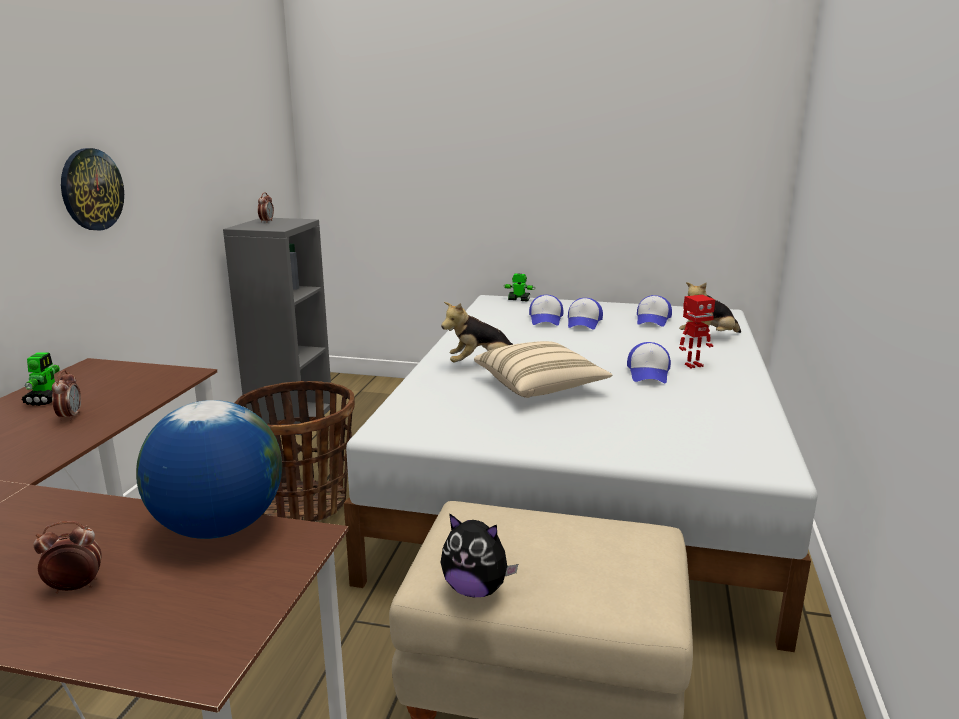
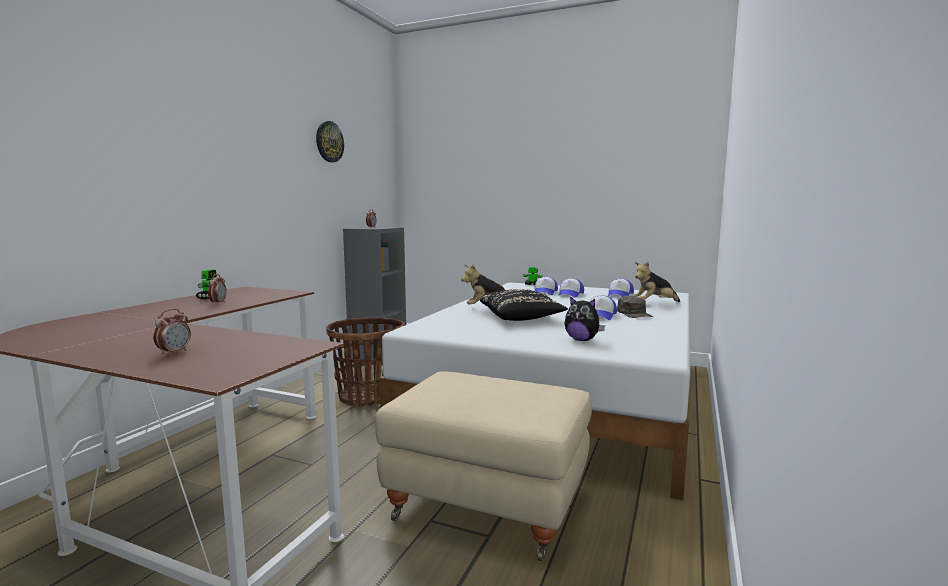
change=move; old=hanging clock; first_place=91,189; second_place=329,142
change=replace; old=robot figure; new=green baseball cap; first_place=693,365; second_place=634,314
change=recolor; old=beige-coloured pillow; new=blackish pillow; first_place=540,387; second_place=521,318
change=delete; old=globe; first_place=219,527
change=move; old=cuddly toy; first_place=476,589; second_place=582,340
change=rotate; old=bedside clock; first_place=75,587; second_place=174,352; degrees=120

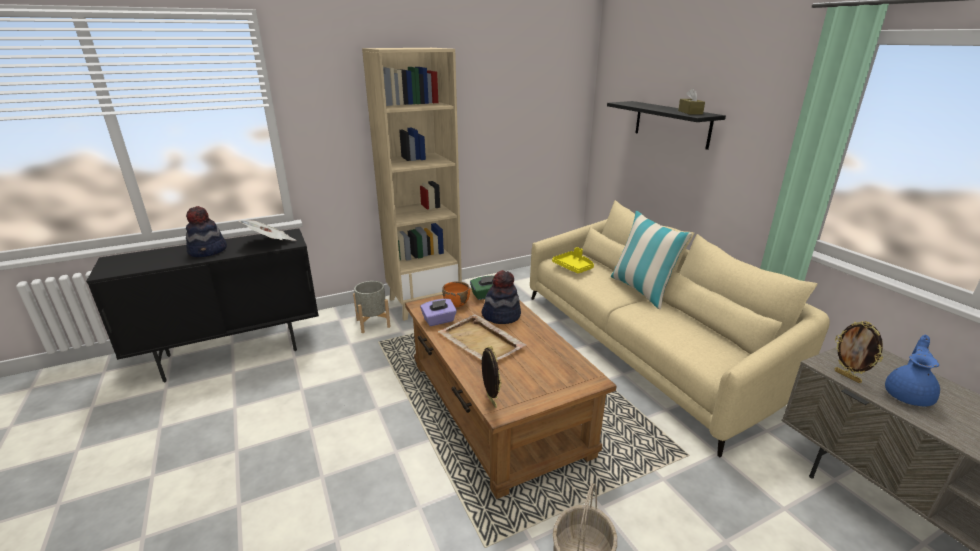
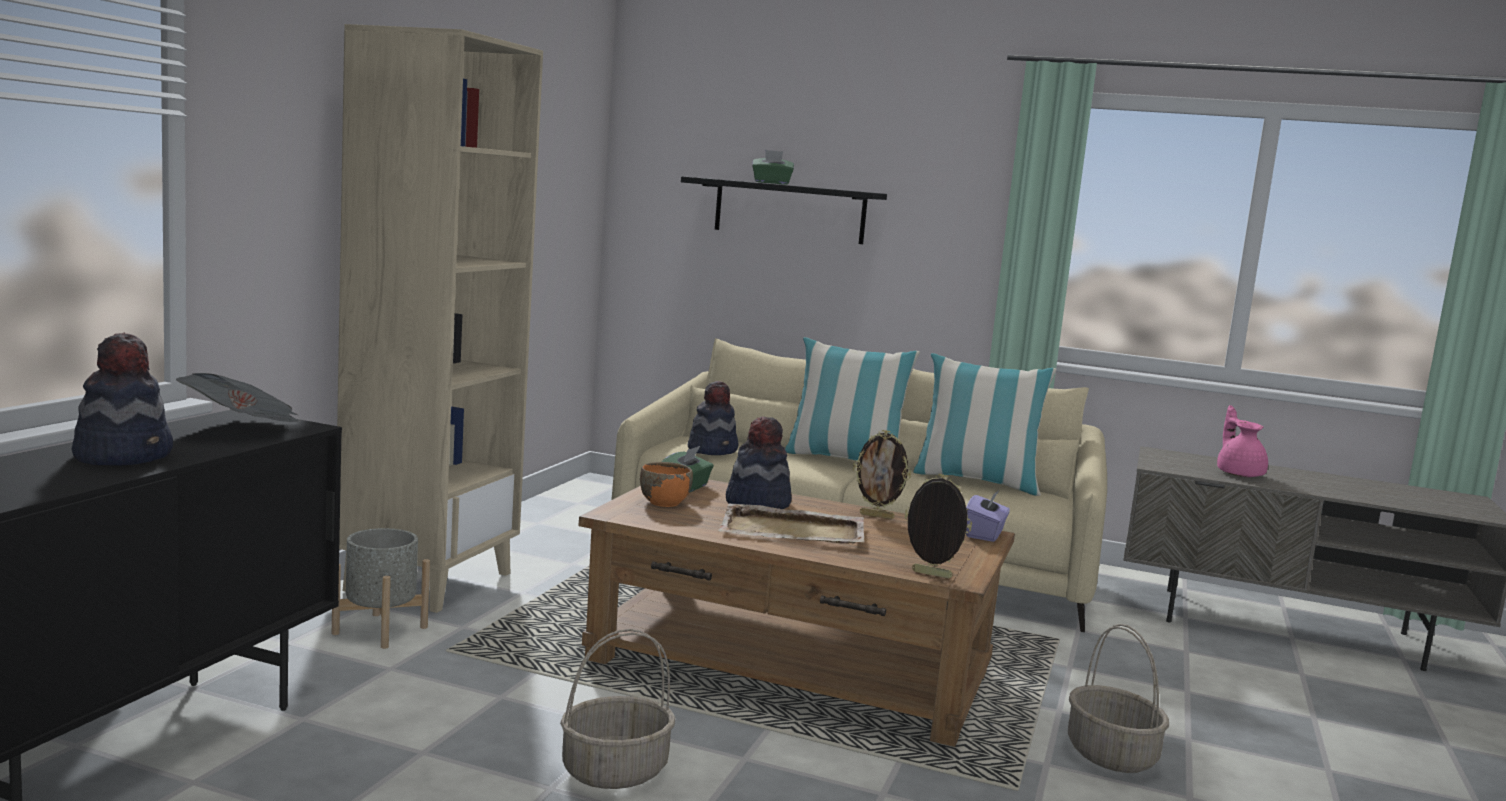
change=delete; old=brown-coloured tissue holder; first_place=690,112
change=replace; old=yellow-coloured serving tray; new=hat; first_place=573,267; second_place=713,450
change=move; old=purplish tissue holder; first_place=439,320; second_place=985,534
change=move; old=picture frame; first_place=847,376; second_place=877,516
change=recolor; old=blue teapot; new=pink-coloured teapot; first_place=908,395; second_place=1239,474
change=insert; new=green tissue holder; second_place=771,183
change=insert; new=pillow; second_place=976,481
change=insert; new=storage basket; second_place=615,770

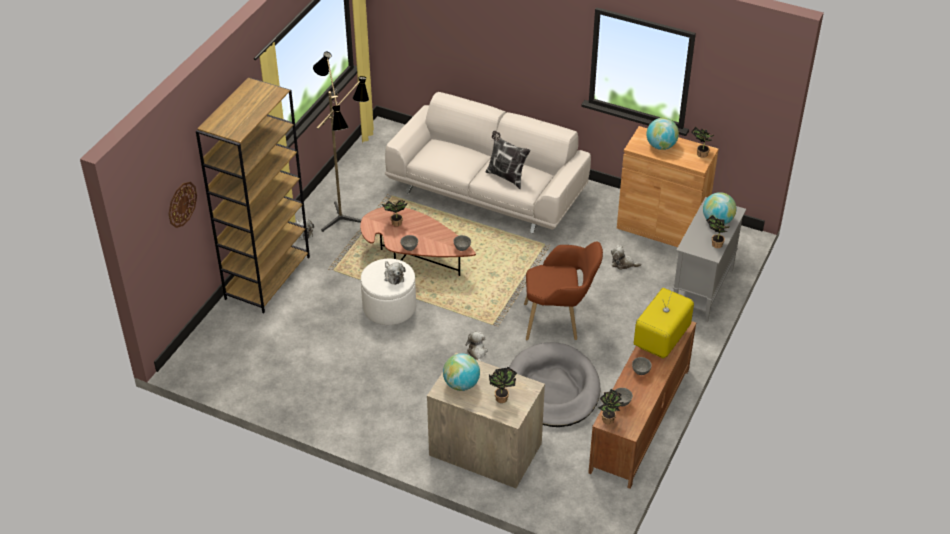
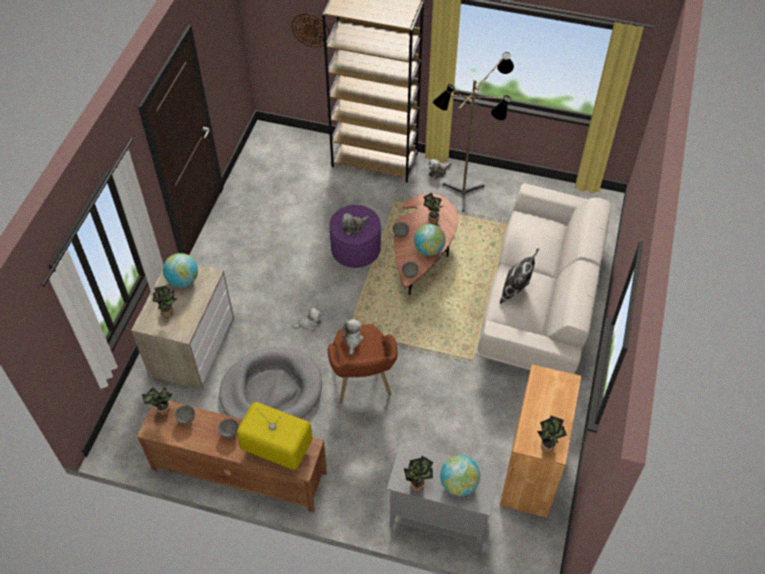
change=move; old=globe; first_place=661,146; second_place=428,249
change=move; old=cuddly toy; first_place=623,264; second_place=352,340
change=recolor; old=whitish ottoman; new=purplish ottoman; first_place=389,307; second_place=355,249

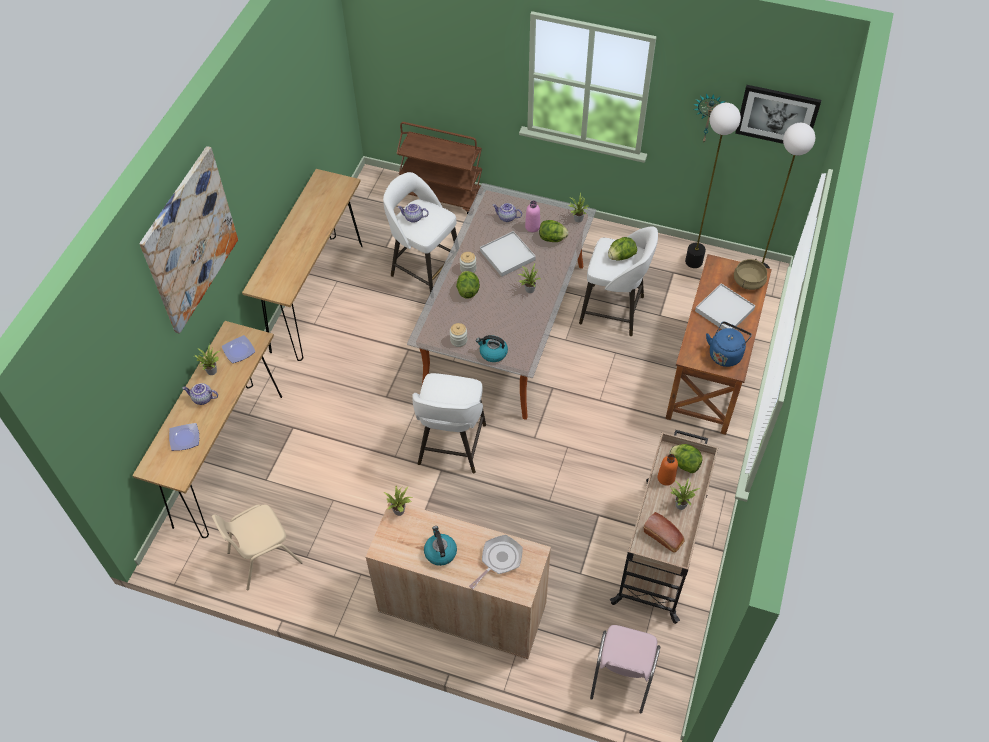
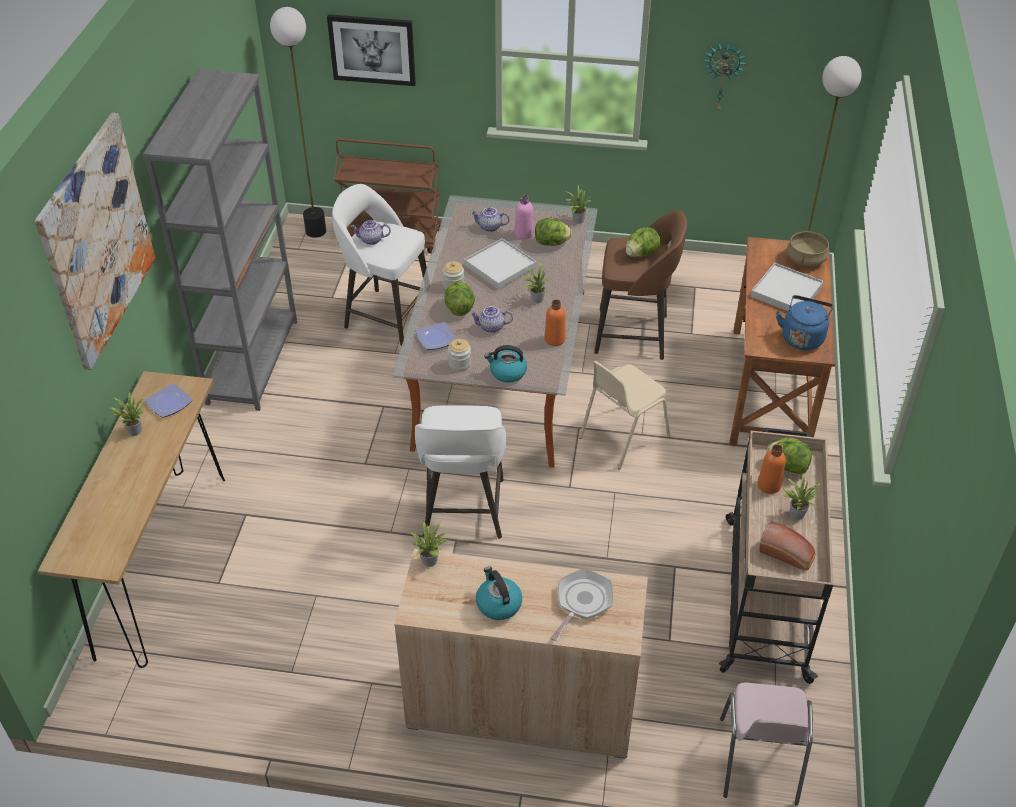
change=move; old=wall picture; first_place=777,115; second_place=372,49
change=move; old=floor lamp; first_place=694,261; second_place=316,231
change=replace; old=brown-coloured narrow table; new=gray bookshelf; first_place=317,297; second_place=252,361
change=recolor; old=whitish sitting stool; new=brown-coloured sitting stool; first_place=614,310; second_place=634,335
change=move; old=teapot; first_place=202,399; second_place=491,327
change=move; old=dinner plate; first_place=185,438; second_place=436,339
change=move; old=beige-coloured upright chair; first_place=263,557; second_place=622,437
change=insert; new=orange-coloured drink bottle; second_place=554,339

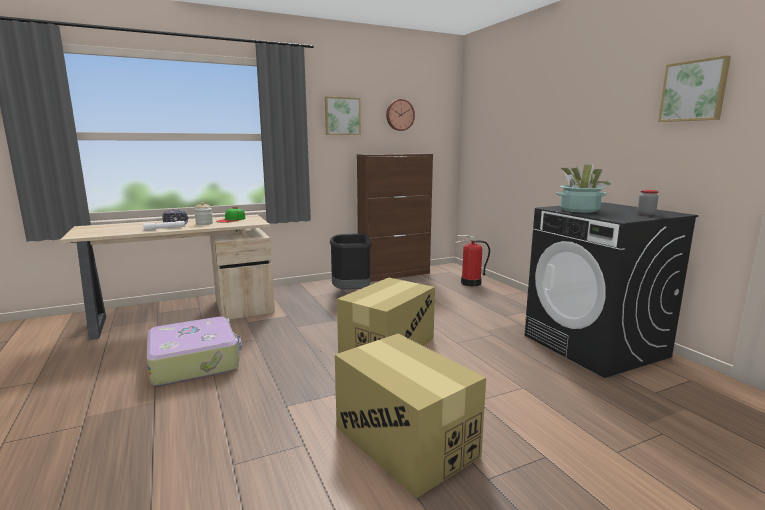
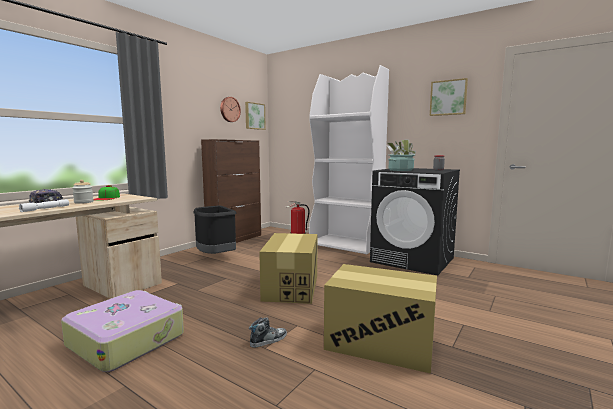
change=move; old=wall picture; first_place=342,116; second_place=254,116
change=insert; new=whitish bookshelf; second_place=346,244
change=insert; new=shoe; second_place=268,340

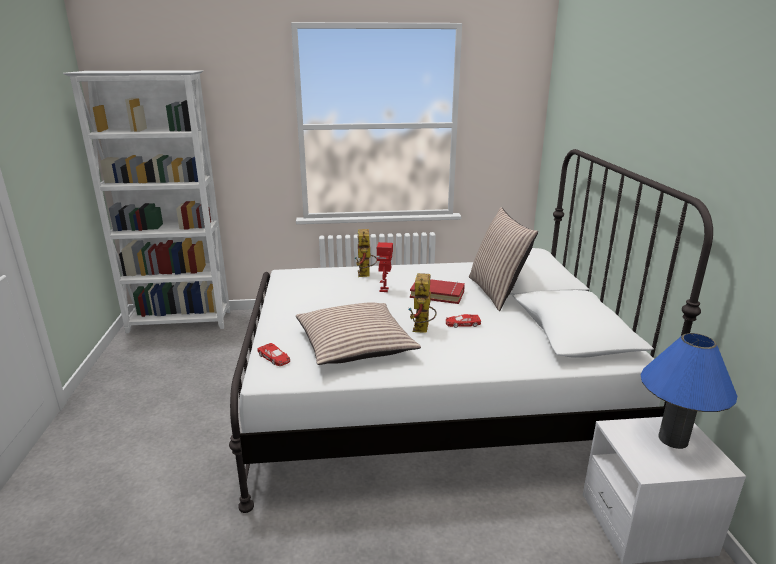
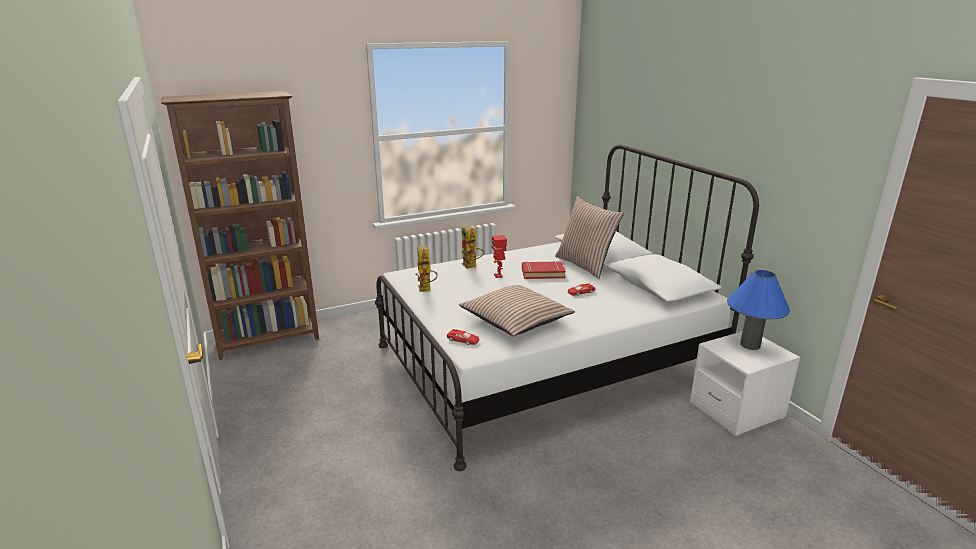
change=recolor; old=whitish bookshelf; new=brown-coloured bookshelf; first_place=180,322; second_place=269,340
change=move; old=robot figure; first_place=422,330; second_place=426,290

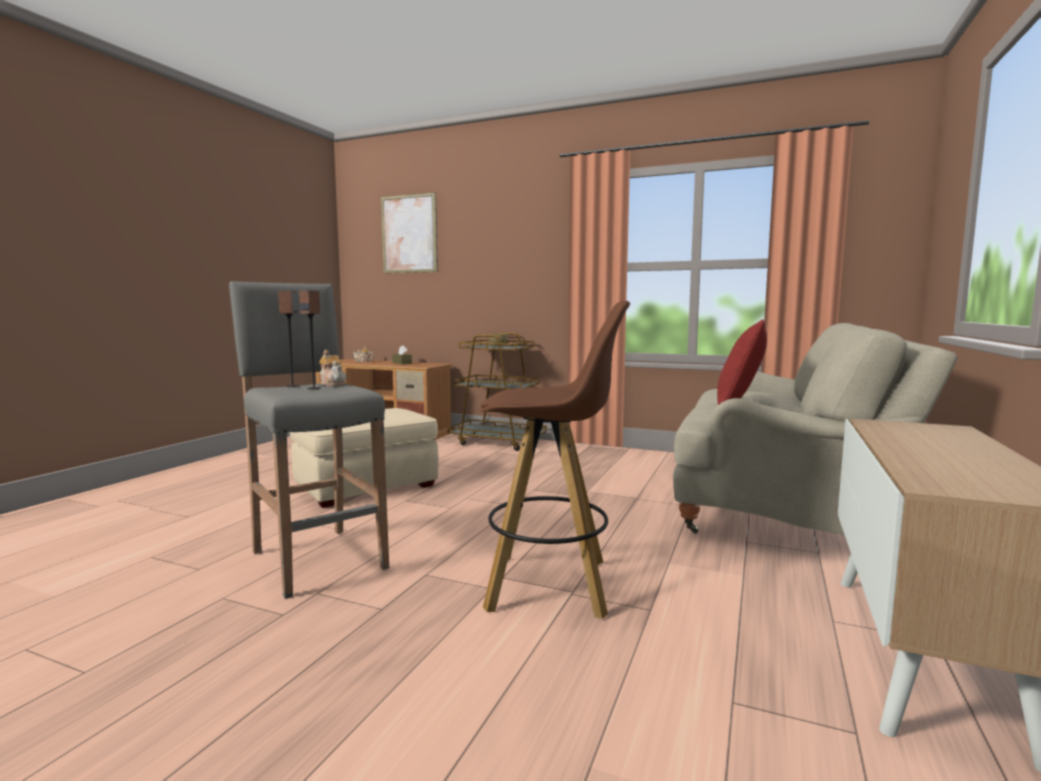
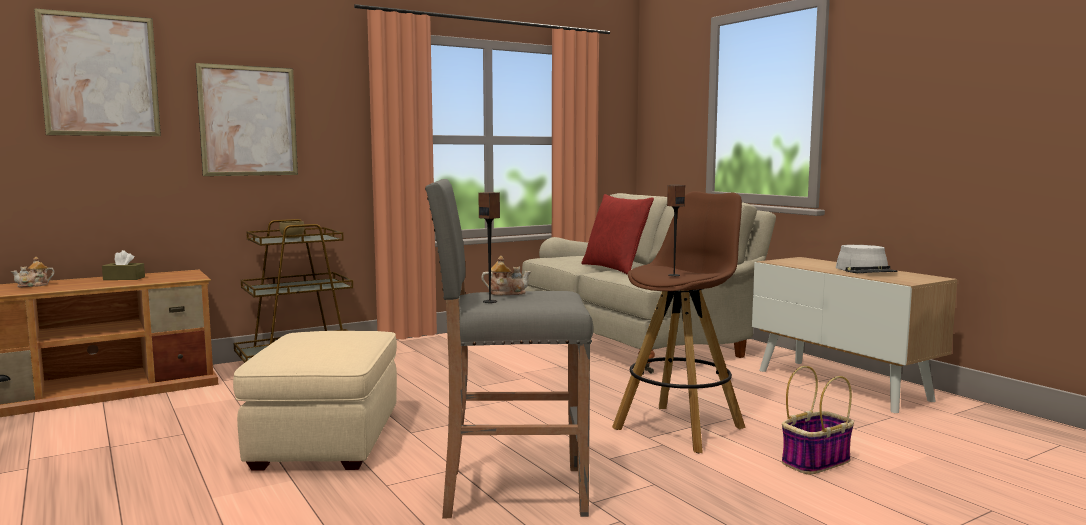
change=move; old=audio speaker; first_place=314,388; second_place=674,275
change=insert; new=wall picture; second_place=248,121
change=insert; new=gray hat; second_place=865,270
change=insert; new=storage basket; second_place=816,461

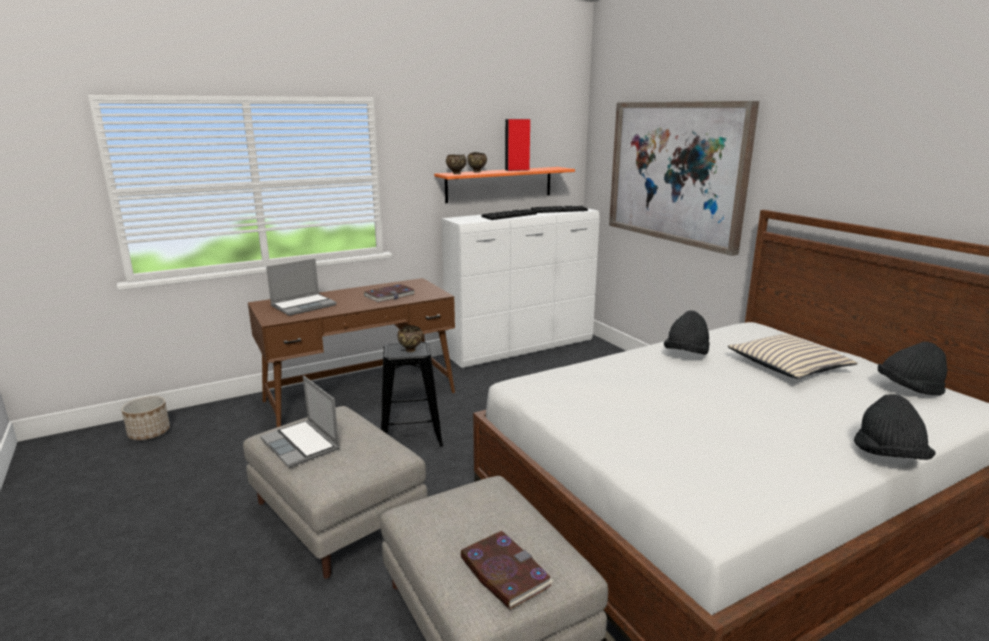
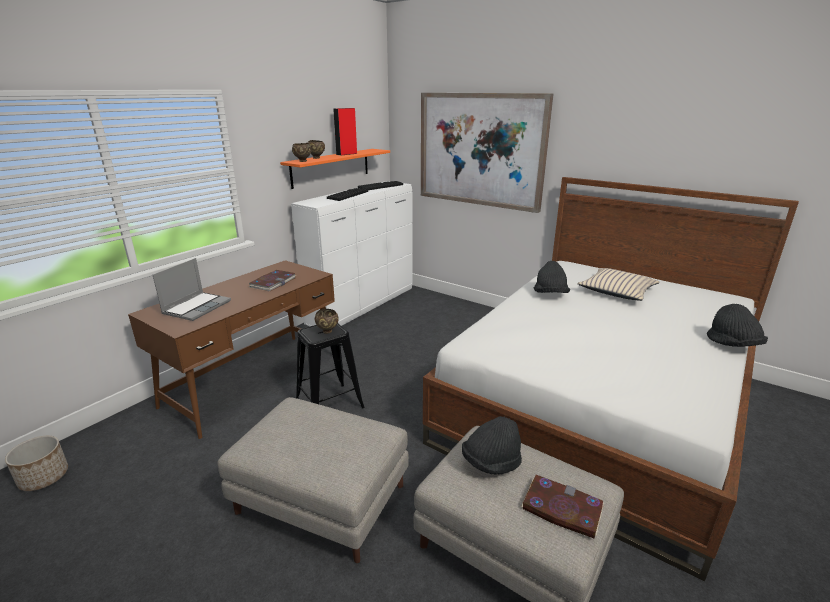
change=move; old=blackish hat; first_place=908,389; second_place=491,463
change=delete; old=laptop; first_place=302,445

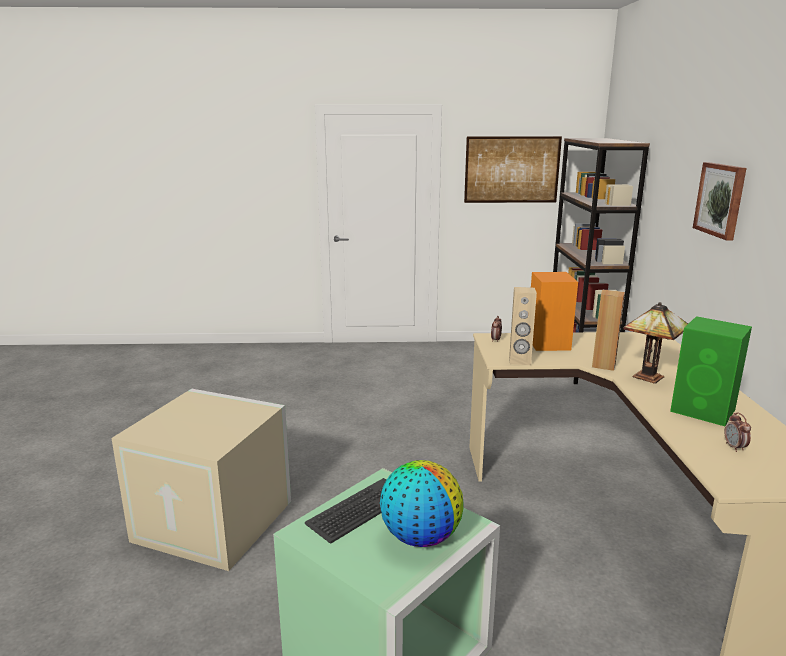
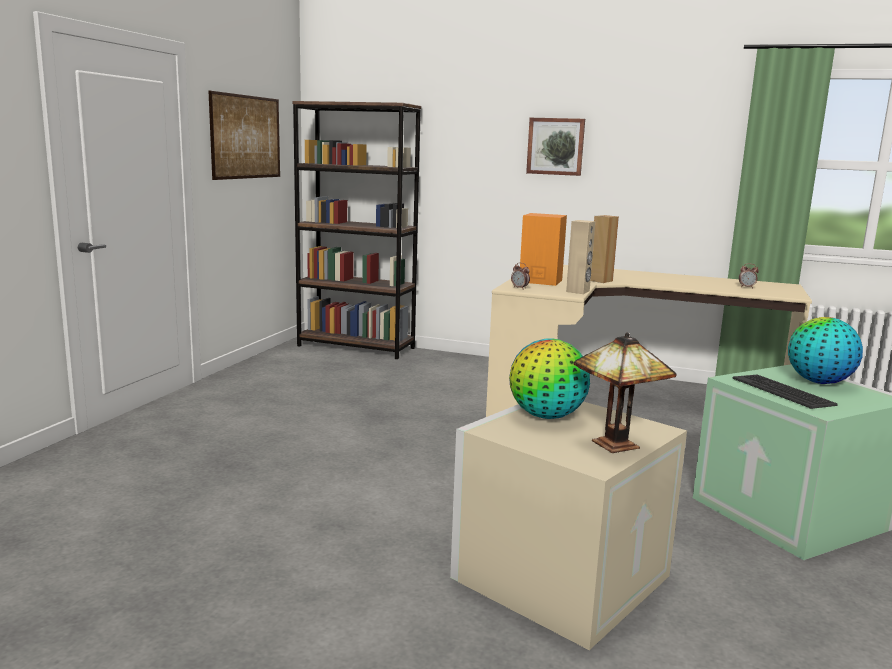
change=move; old=tabletop lamp; first_place=651,377; second_place=616,443
change=delete; old=green audio speaker; first_place=704,411
change=insert; new=globe; second_place=547,416

